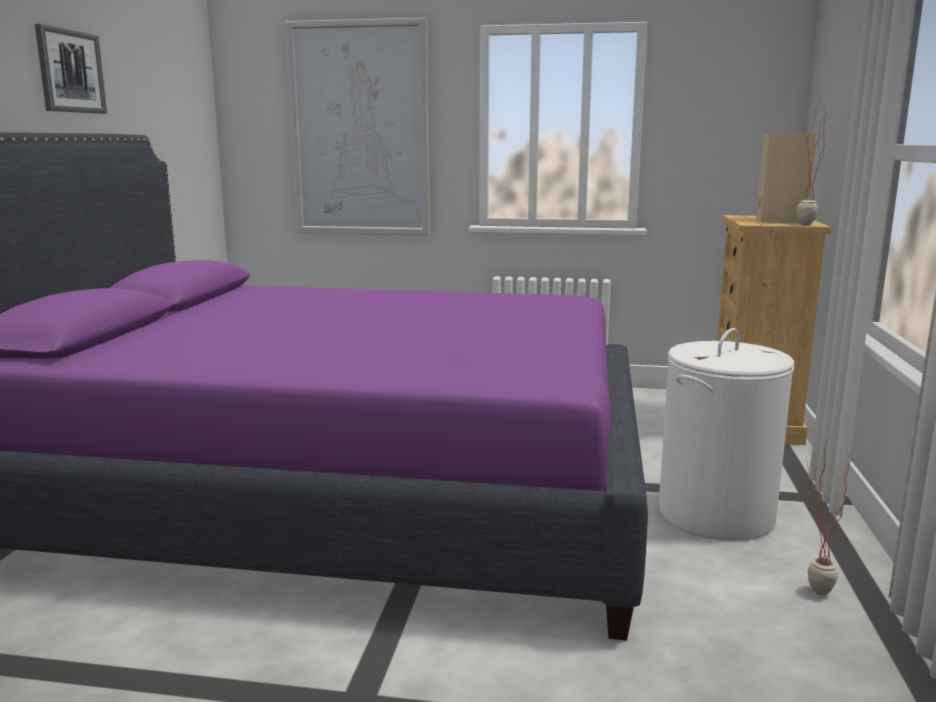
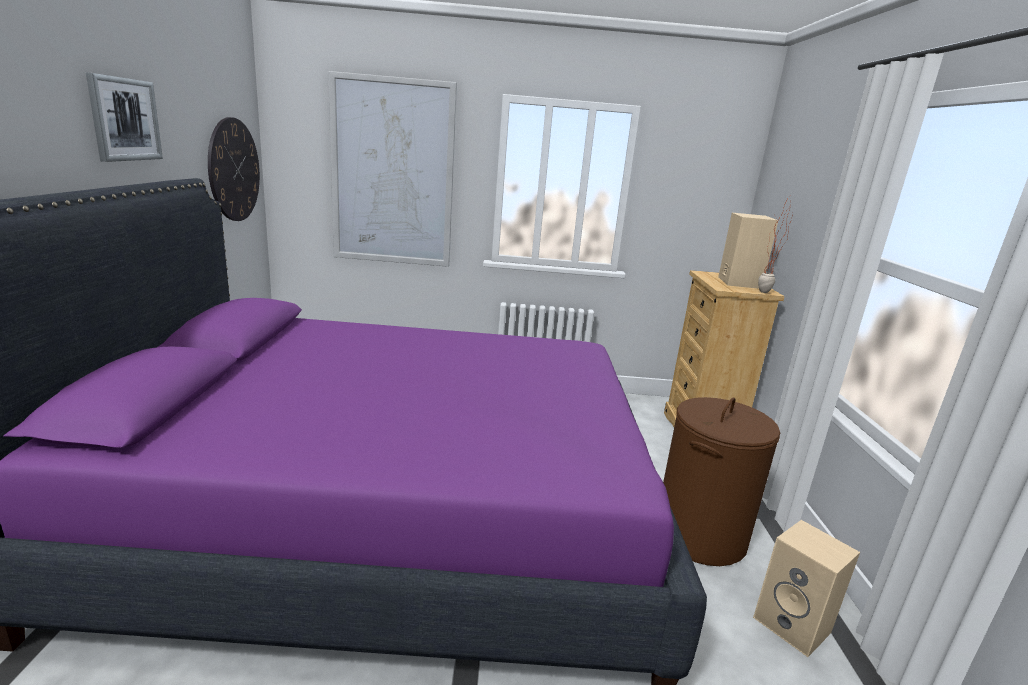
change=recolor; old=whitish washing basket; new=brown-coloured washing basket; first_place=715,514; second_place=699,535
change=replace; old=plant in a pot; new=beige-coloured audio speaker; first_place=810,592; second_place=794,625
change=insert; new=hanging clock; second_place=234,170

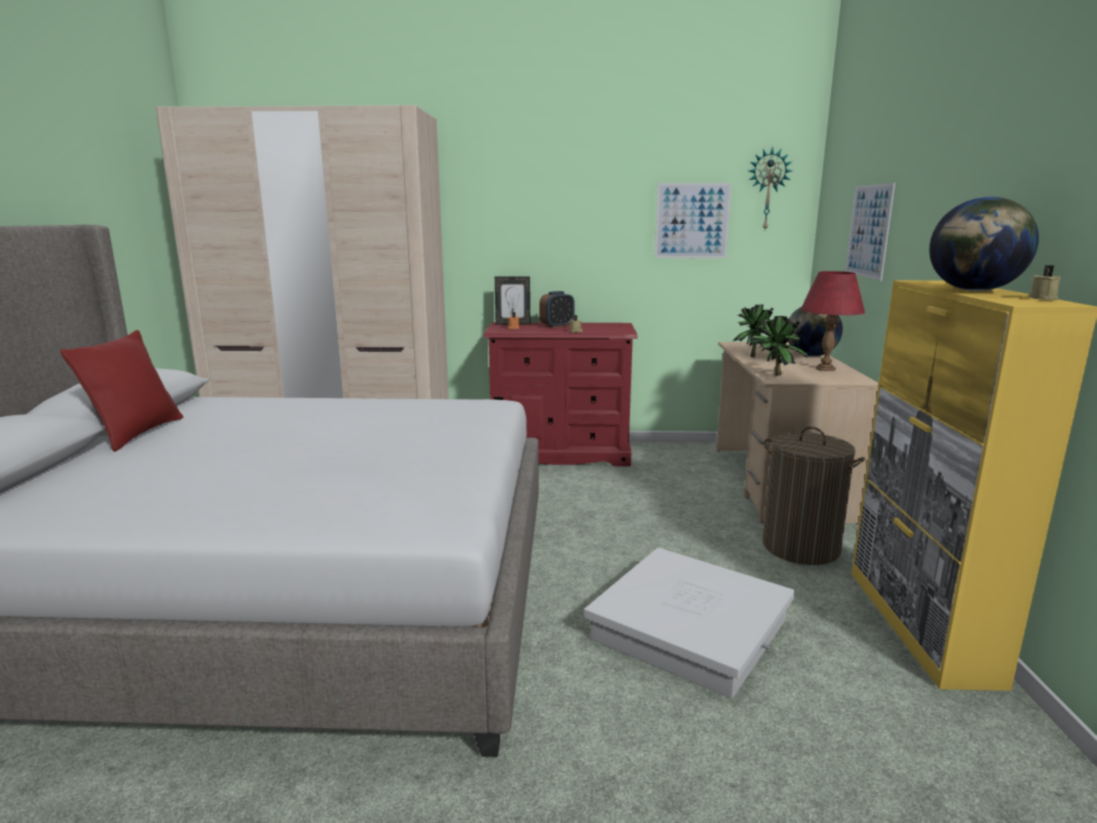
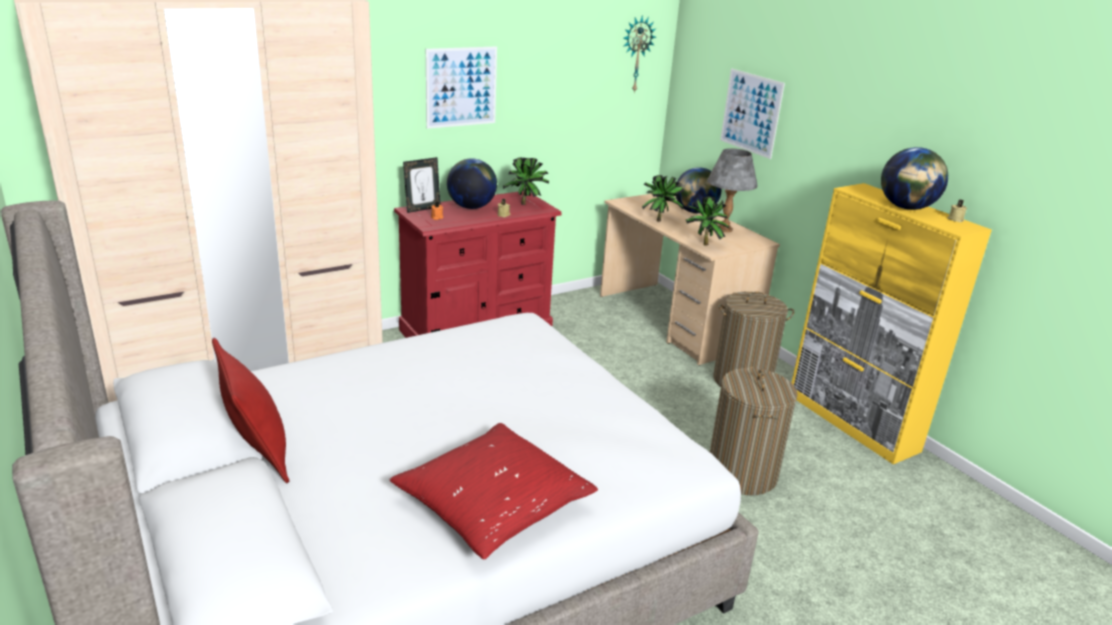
change=move; old=wall picture; first_place=692,221; second_place=461,87
change=recolor; old=red-coloured tabletop lamp; new=gray tabletop lamp; first_place=825,368; second_place=724,229
change=replace; old=bedside clock; new=globe; first_place=557,326; second_place=471,207
change=replace; old=whitish storage box; new=washing basket; first_place=689,630; second_place=742,474
change=insert; new=plant in a pot; second_place=526,204
change=insert; new=red-coloured pillow; second_place=492,504

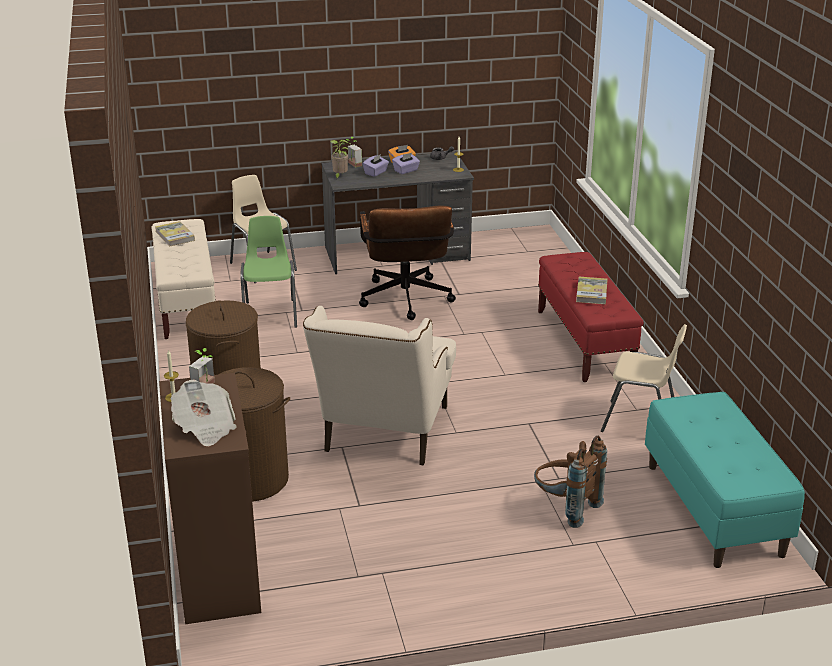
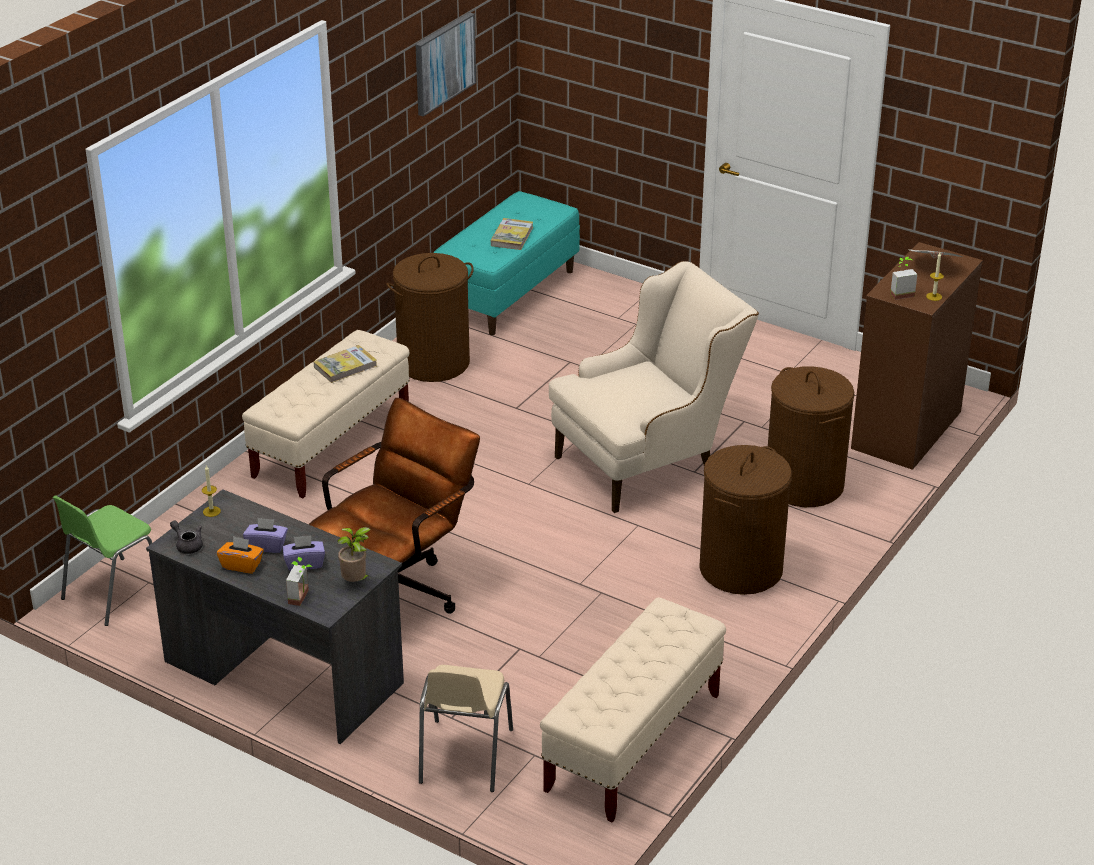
change=move; old=green upright chair; first_place=270,314; second_place=114,592
change=move; old=bound book; first_place=175,236; second_place=512,236
change=recolor; old=red-coloured long seat; new=beige-coloured long seat; first_place=584,343; second_place=332,445
change=replace; old=beige-coloured upright chair; new=brown-coloured washing basket; first_place=640,422; second_place=433,362
change=delete; old=brown-coloured backpack; first_place=565,508
change=insert; new=wall picture; second_place=444,63

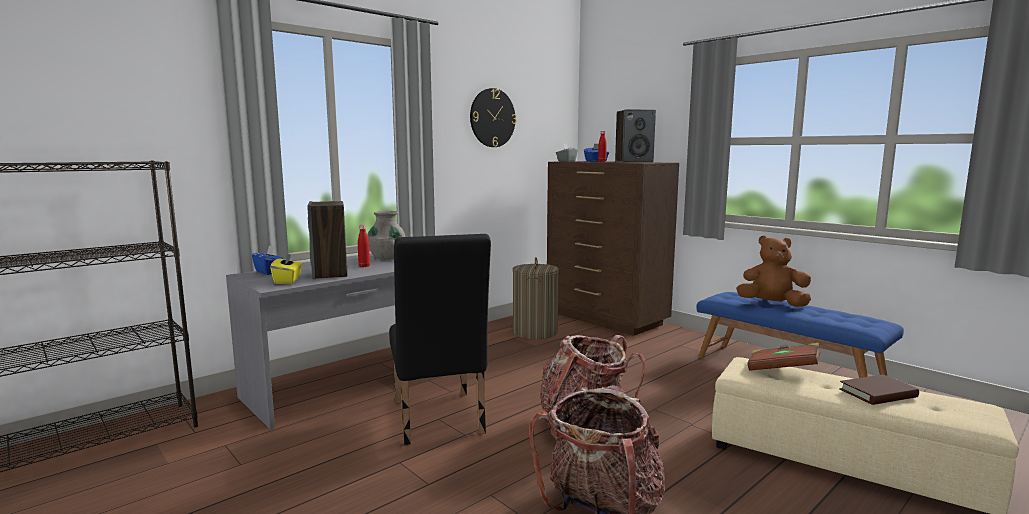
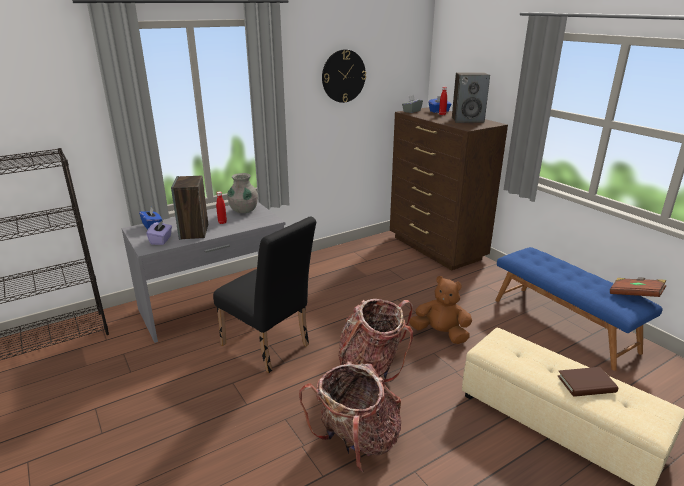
change=rotate; old=blackish upright chair; first_place=438,421; second_place=269,347; degrees=-45
change=move; old=brown-coloured cuddly toy; first_place=772,304; second_place=440,334
change=recolor; old=yellow-coloured tissue holder; new=purplish tissue holder; first_place=288,280; second_place=161,240
change=delete; old=washing basket; first_place=535,332
change=move; old=brown-coloured bound book; first_place=782,370; second_place=635,295

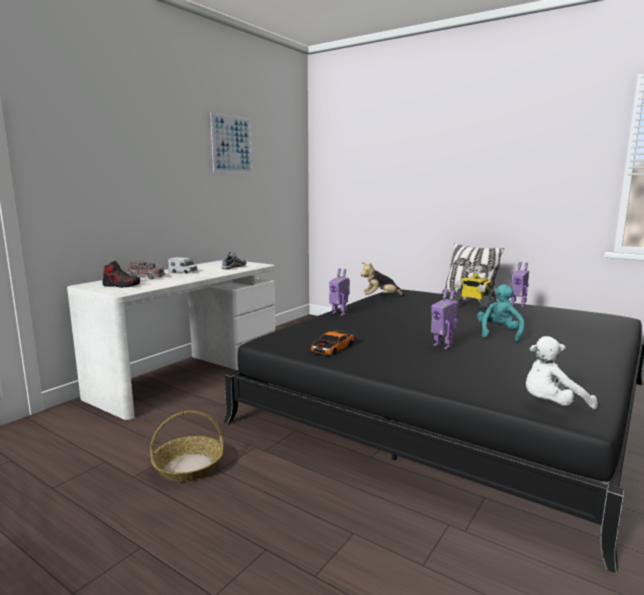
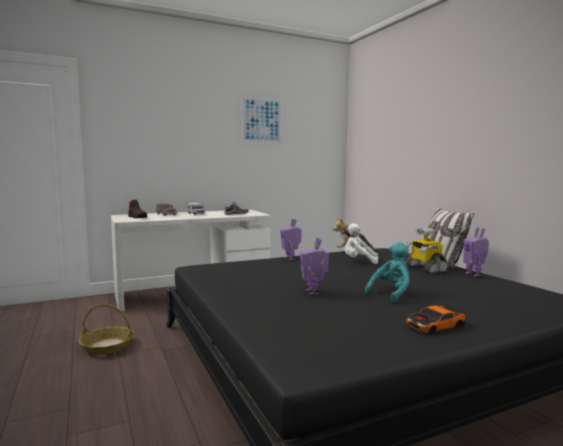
change=move; old=miniature car; first_place=332,348; second_place=435,325
change=move; old=whitish cuddly toy; first_place=552,405; second_place=359,261

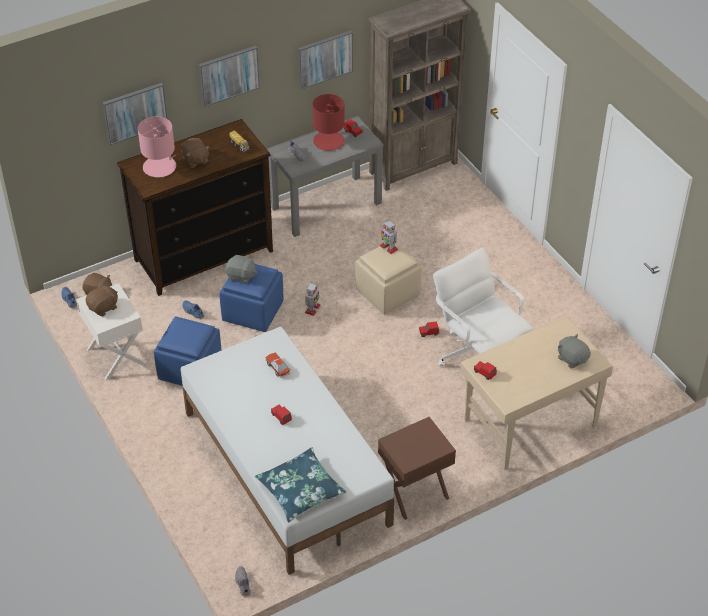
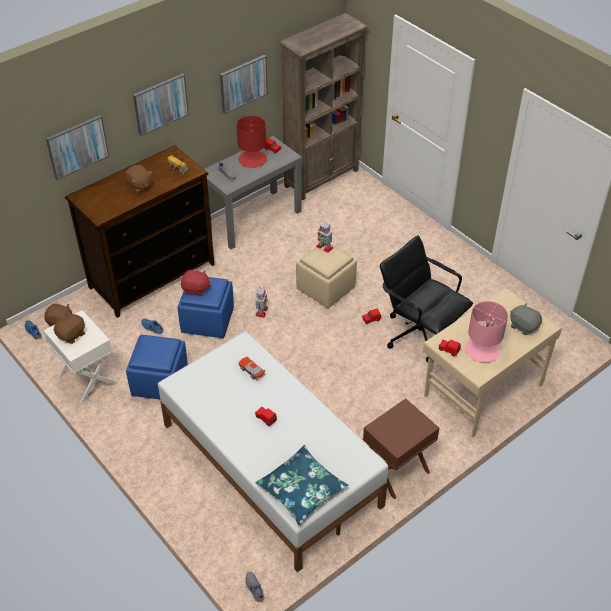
change=move; old=pink-coloured tabletop lamp; first_place=160,167; second_place=482,349
change=recolor; old=whitish desk chair; new=blackish desk chair; first_place=477,354; second_place=419,333
change=recolor; old=gray cuddly toy; new=red-coloured cuddly toy; first_place=241,276; second_place=196,289

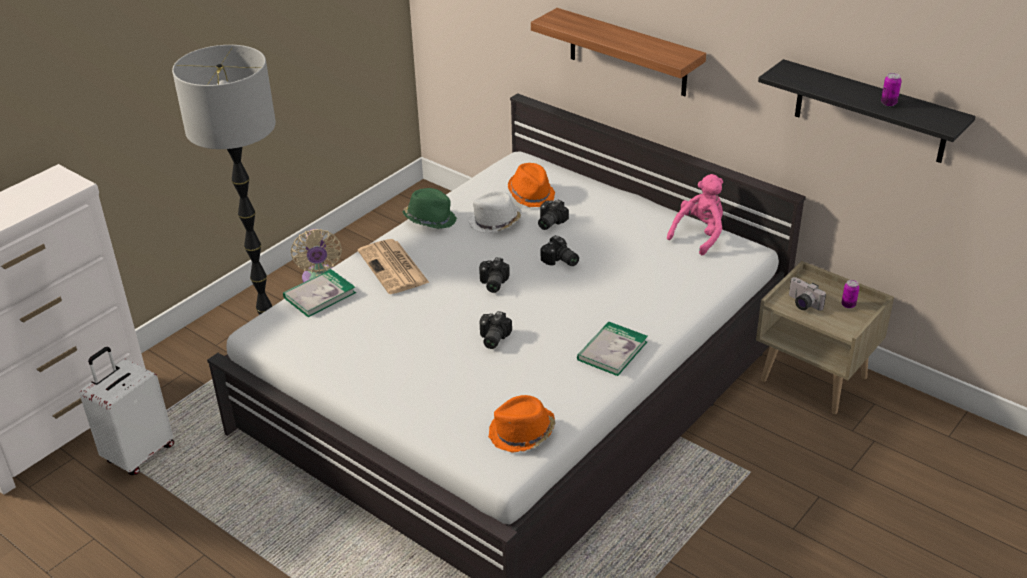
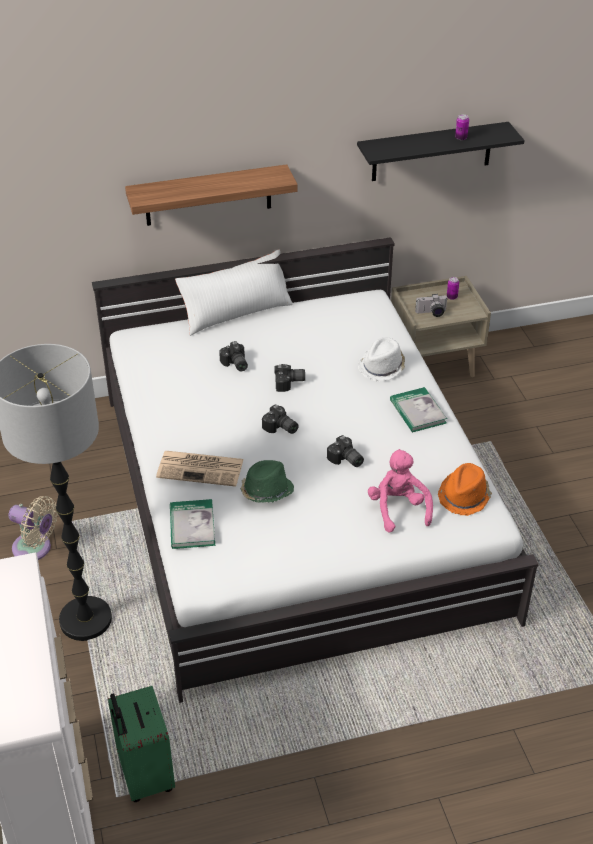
change=delete; old=orange-coloured hat; first_place=531,194
change=move; old=pink-coloured cuddly toy; first_place=699,235; second_place=398,509
change=move; old=green hat; first_place=430,219; second_place=266,491
change=move; old=whitish hat; first_place=495,222; second_place=382,367
change=recolor; old=whitish piece of luggage; new=green piece of luggage; first_place=138,454; second_place=144,775
change=insert; new=whitish pillow; second_place=236,312

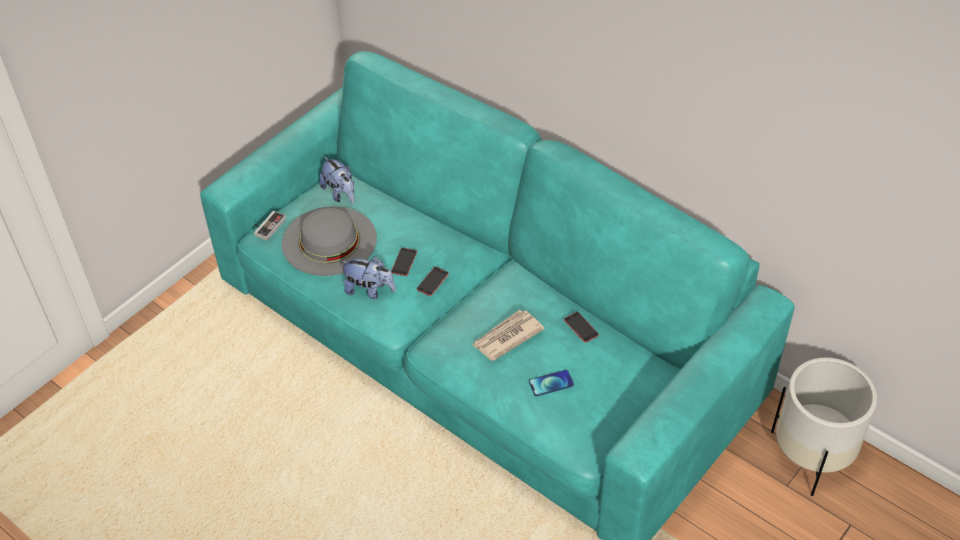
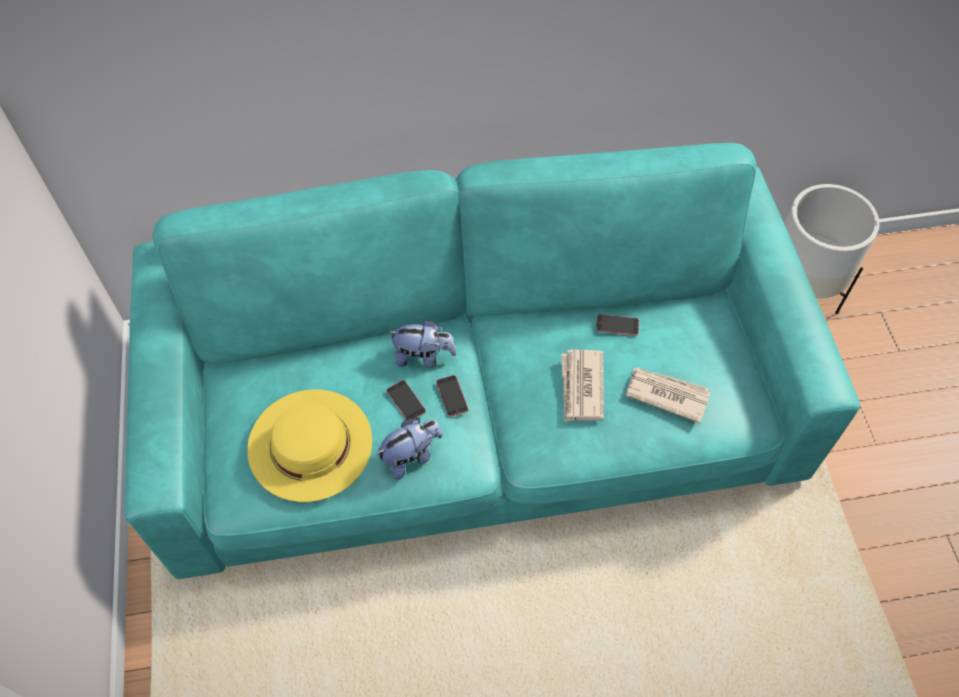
change=move; old=cuddly toy; first_place=340,193; second_place=423,356
change=recolor; old=gray hat; new=yellow-coloured hat; first_place=329,240; second_place=310,444
change=delete; old=game controller; first_place=267,226
change=replace; old=handset; new=printed paper; first_place=551,383; second_place=666,394

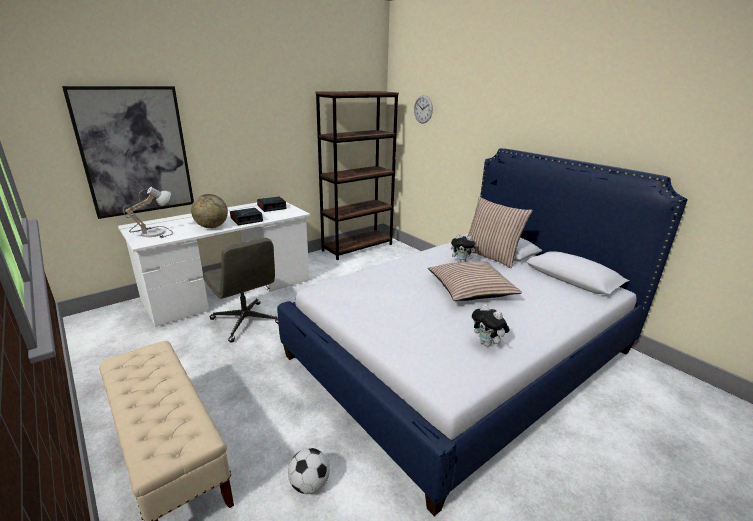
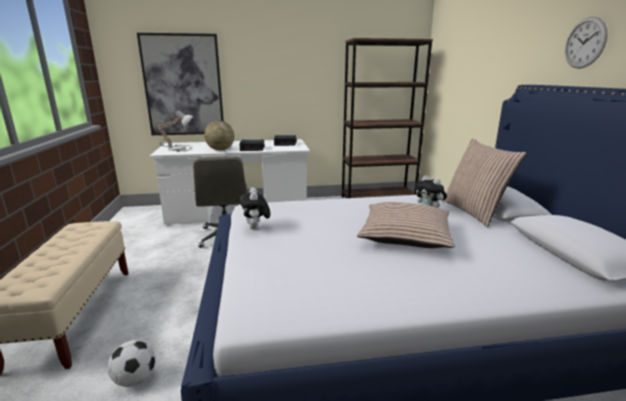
change=move; old=hanging clock; first_place=423,109; second_place=585,43
change=move; old=cuddly toy; first_place=487,344; second_place=256,228

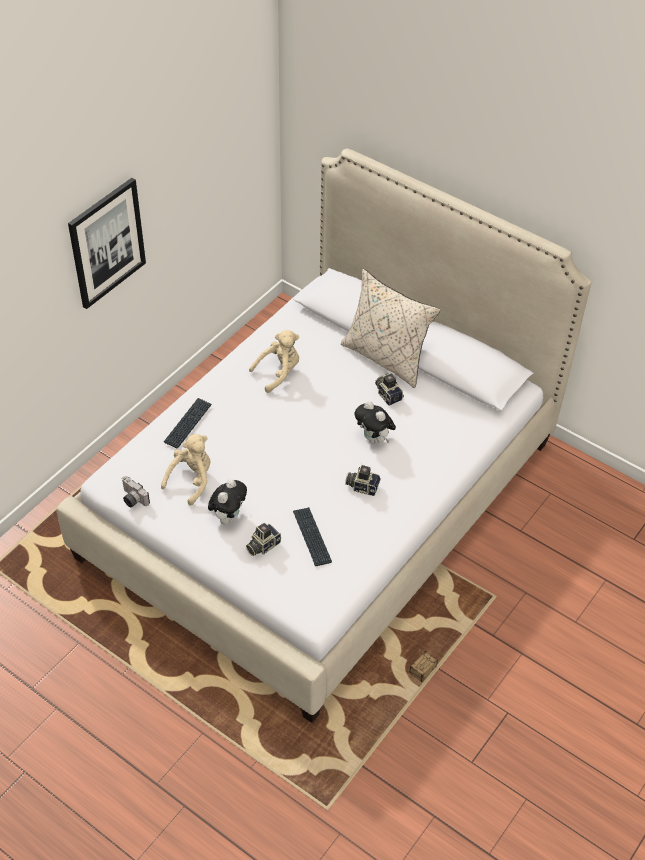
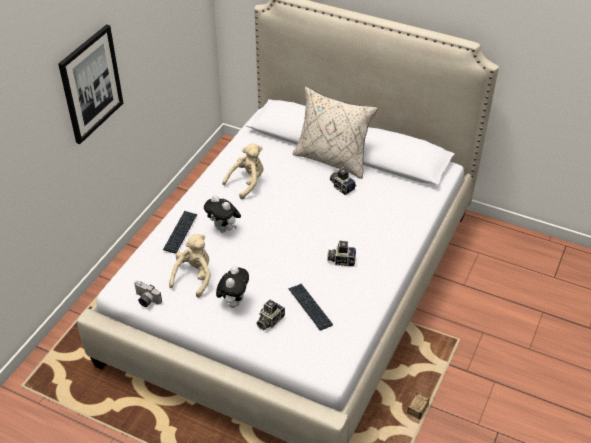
change=move; old=cuddly toy; first_place=374,439; second_place=224,229

